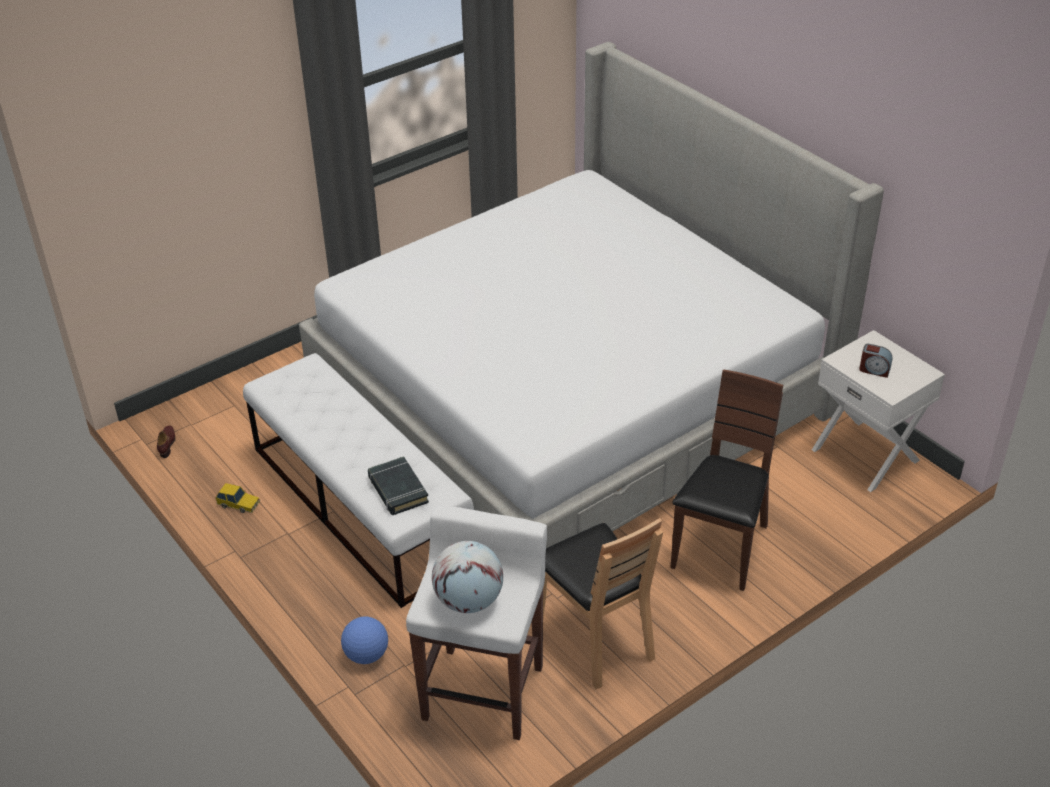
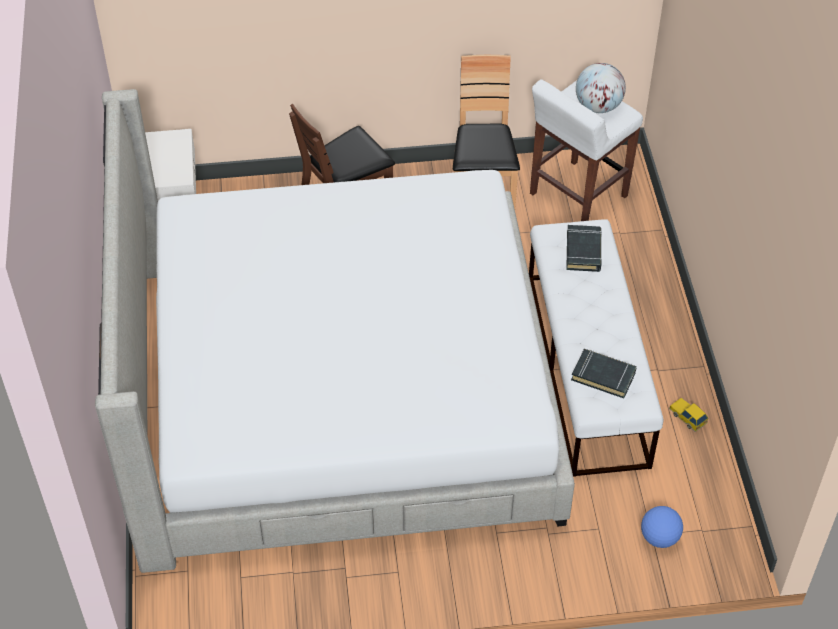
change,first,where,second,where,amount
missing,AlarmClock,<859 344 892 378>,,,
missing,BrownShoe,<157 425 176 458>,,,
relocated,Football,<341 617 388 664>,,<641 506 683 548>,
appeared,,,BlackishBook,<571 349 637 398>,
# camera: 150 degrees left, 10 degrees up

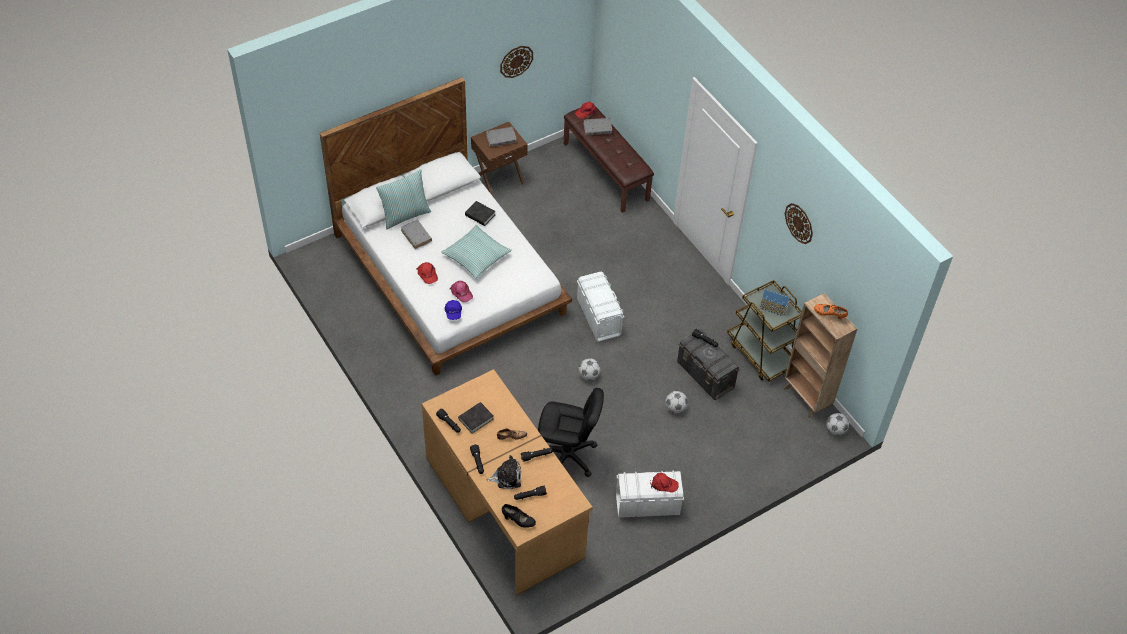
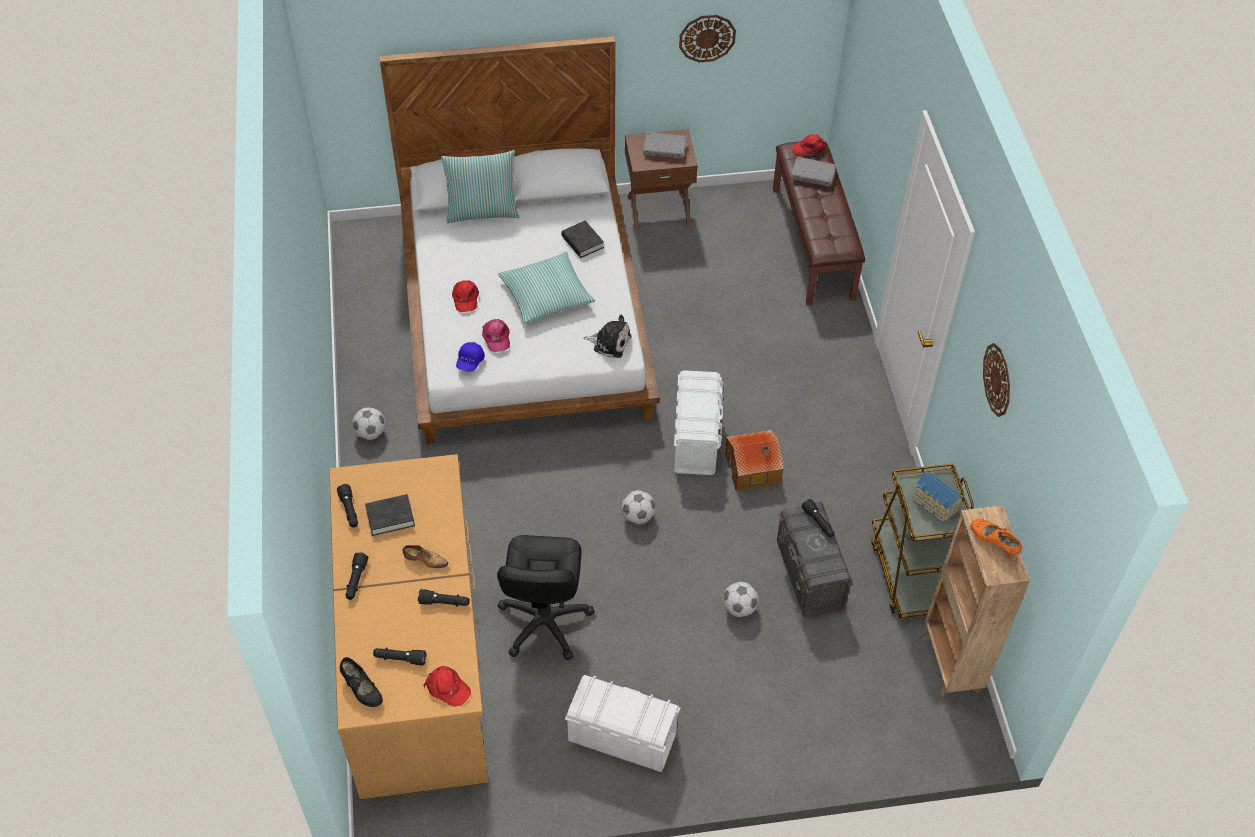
change,first,where,second,where,amount
missing,GreyishBook,<401 220 432 249>,,,
spun,BlackishDeskChair,<538 388 604 477>,,<497 535 595 660>,60 degrees clockwise
relocated,Football,<826 413 849 435>,,<352 407 385 440>,
relocated,SoftToy,<486 455 521 489>,,<583 315 631 358>,
relocated,RedColouredCap,<650 473 679 492>,,<423 666 471 707>,
appeared,,,MiniatureHouse,<725 430 784 491>,
# camera: 25 degrees right, 0 degrees up

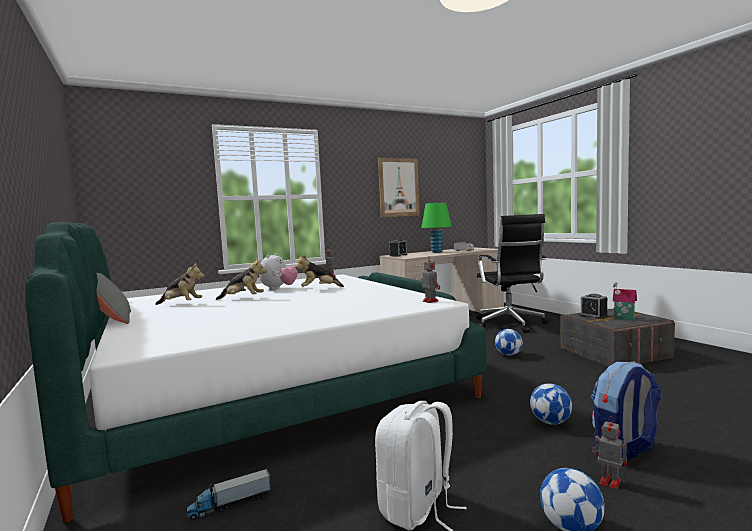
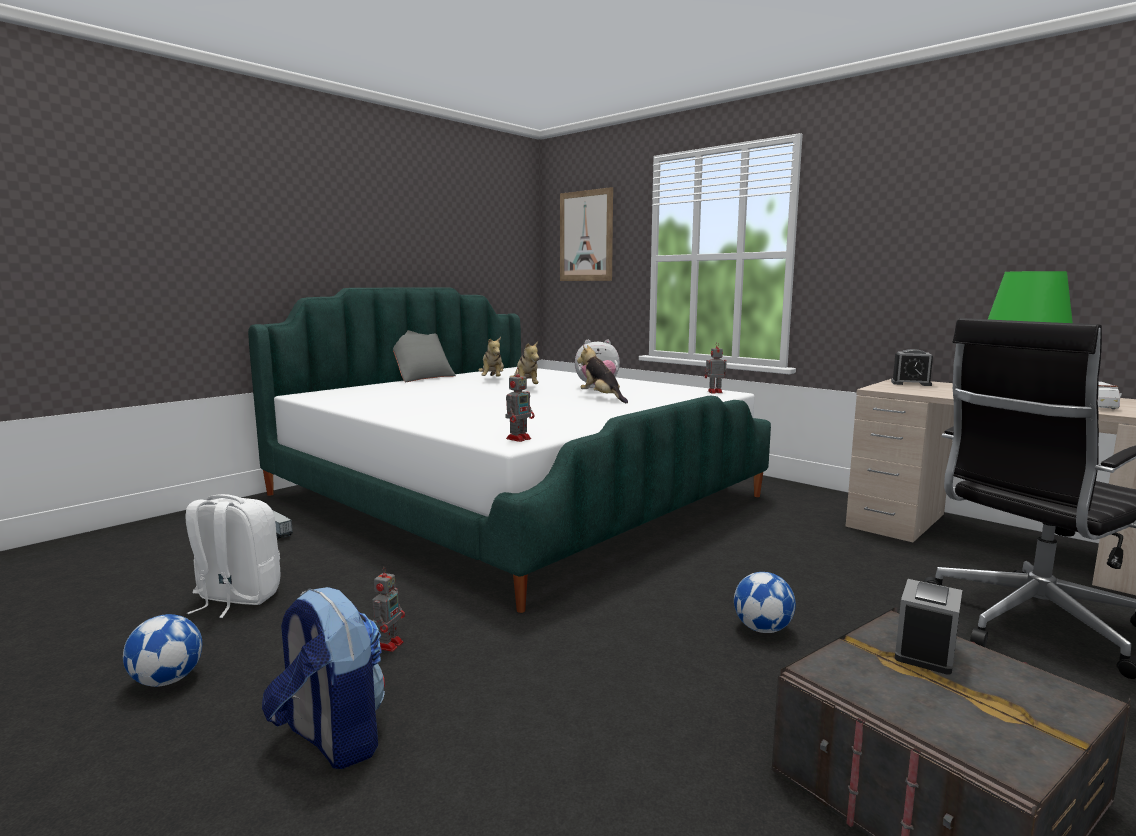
change,first,where,second,where,amount
relocated,WallPicture,<378 158 420 217>,,<560 187 613 281>,
missing,MiniatureHouse,<613 282 637 320>,,,
missing,Football,<530 383 572 425>,,,
relocated,ToyRobot,<592 416 627 489>,,<373 566 405 652>,
# camera: 70 degrees right, 5 degrees up

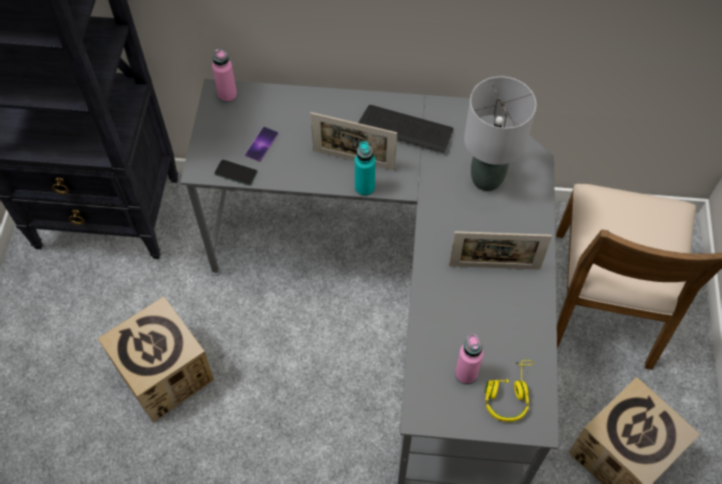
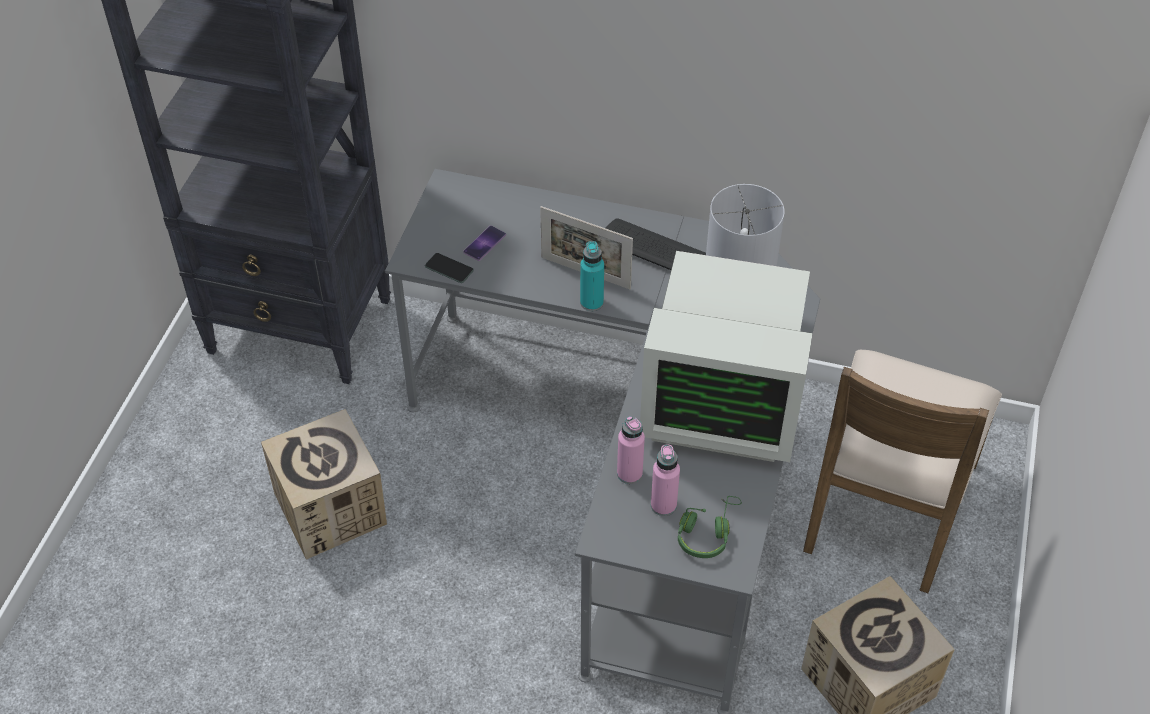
change,first,where,second,where,amount
relocated,PinkColouredBeverageBottle,<212 49 237 103>,,<617 416 645 484>,
exchanged,PhotoFrame,<449 231 552 270>,ComputerDisplay,<640 251 813 462>,
colour,YellowColouredHeadset,<485 360 533 422>,GreenHeadset,<678 496 742 558>,
# camera: 10 degrees right, 10 degrees down

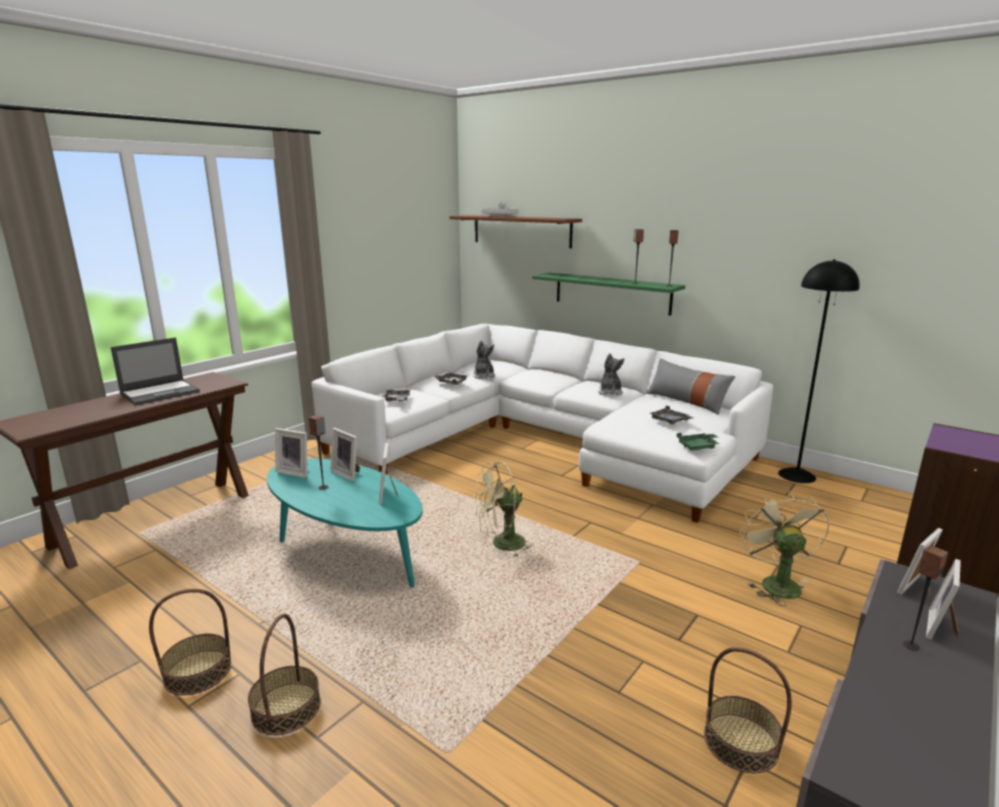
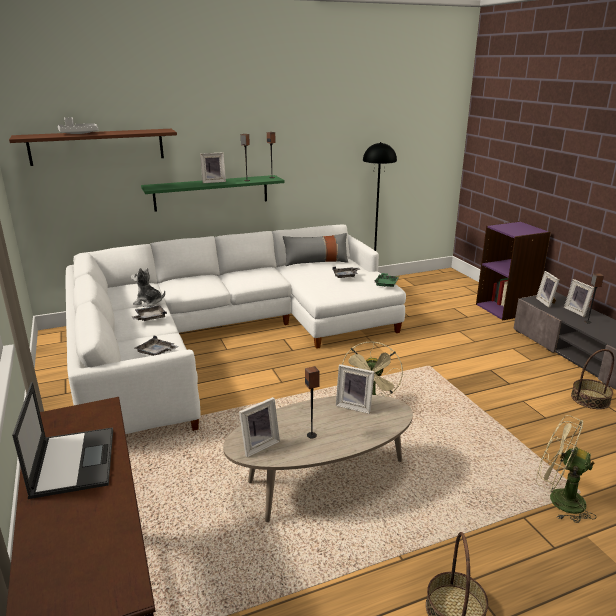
change,first,where,second,where,amount
missing,SoftToy,<598 353 624 395>,,,
relocated,PhotoFrame,<331 428 360 481>,,<200 152 226 183>,
colour,BlueGreenLowTable,<267 458 423 588>,BeigeColouredLowTable,<223 395 413 522>,
relocated,BeigeColouredFan,<740 491 830 606>,,<536 415 597 523>,
missing,StorageBasket,<248 614 321 735>,,,
# camera: 60 degrees left, 5 degrees up

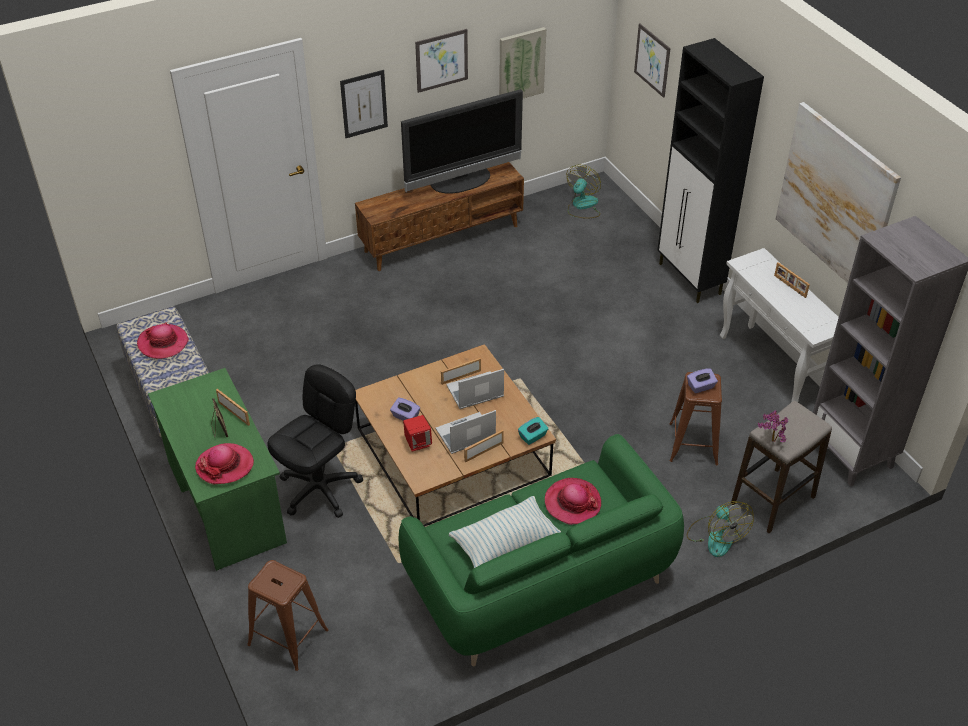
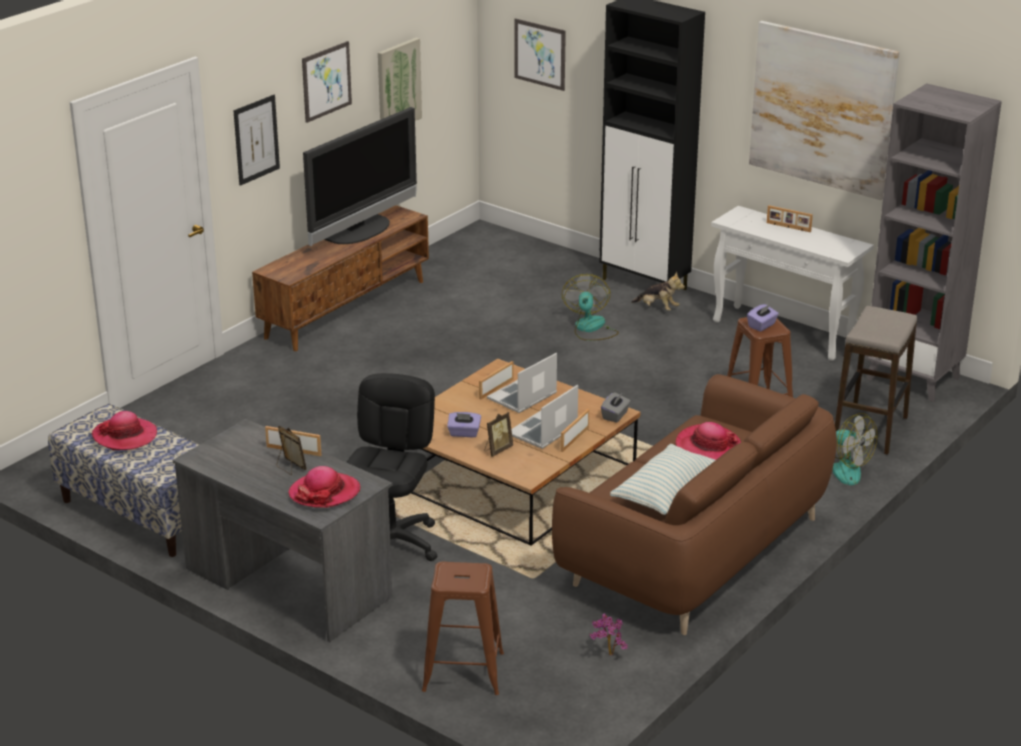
change,first,where,second,where,amount
relocated,Fan,<567 165 601 219>,,<562 274 619 341>,
colour,GreenDeskTable,<148 368 287 571>,GreyishDeskTable,<173 419 393 642>,
relocated,PottedPlant,<758 410 788 442>,,<589 613 628 655>,
exchanged,RedColouredLoudspeaker,<403 415 432 452>,PhotoFrame,<484 412 513 457>,
colour,BlueGreenTissueBox,<518 417 548 445>,GreyishTissueBox,<601 392 631 423>,
colour,GreenSofa,<399 434 684 667>,BrownSofa,<552 374 837 635>,
appeared,,,SoftToy,<632 272 685 311>,
# camera: 25 degrees left, 15 degrees down

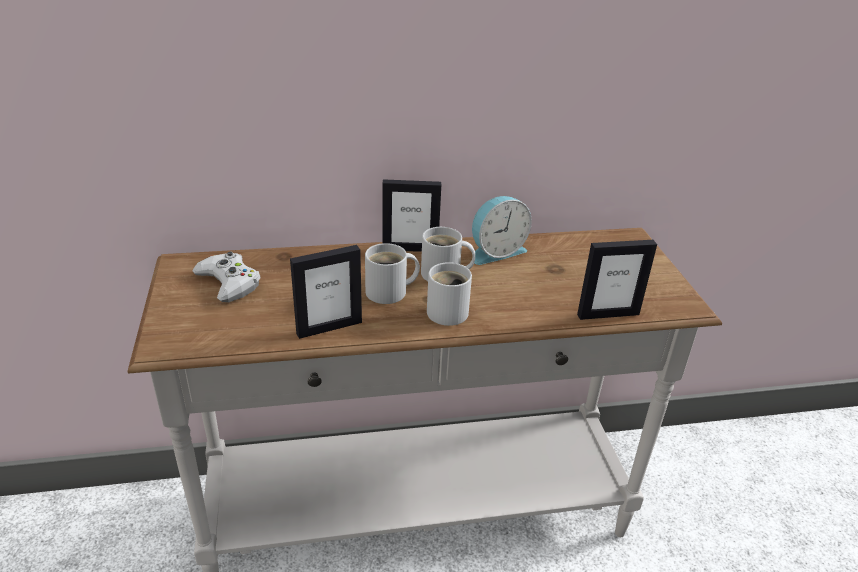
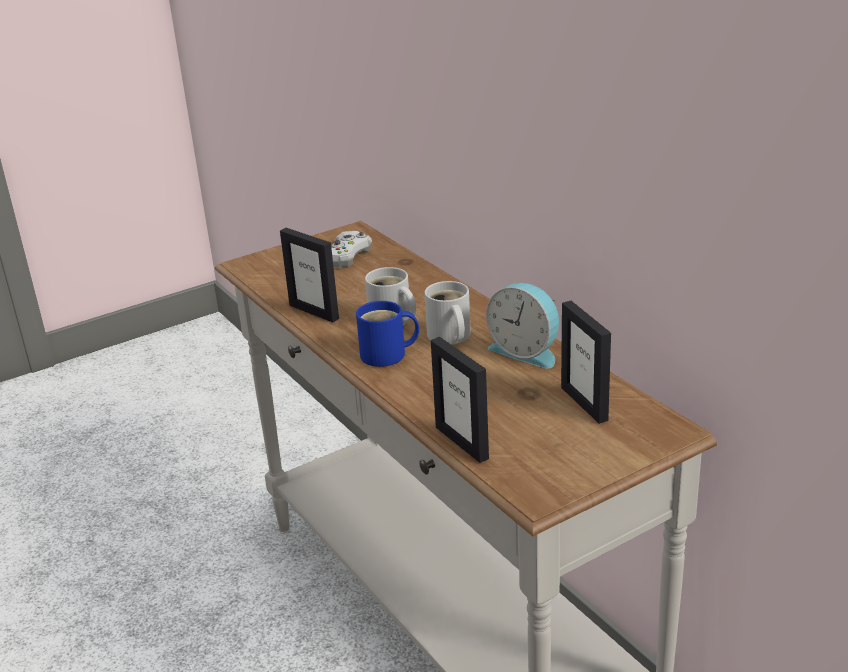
change,first,where,second,where,amount
relocated,PhotoFrame,<382 179 441 252>,,<561 301 611 424>,
colour,WhiteTeaMug,<427 262 472 326>,BluishTeaMug,<356 301 419 367>,
# camera: 70 degrees right, 5 degrees down

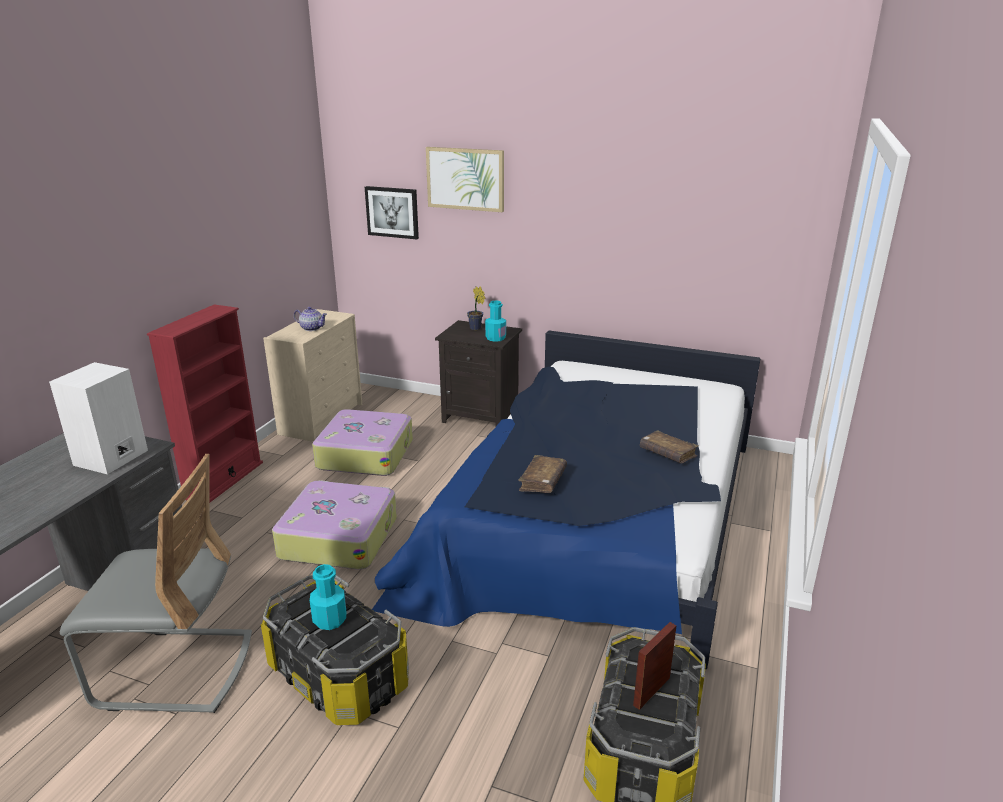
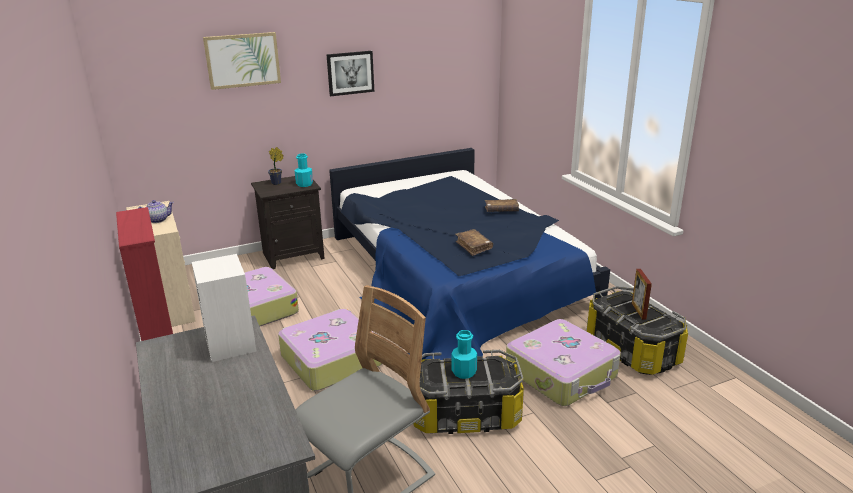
change,first,where,second,where,amount
relocated,WallPicture,<365 186 419 239>,,<326 51 374 96>,
appeared,,,TravelCase,<506 319 621 406>,
# camera: 45 degrees left, 0 degrees up

